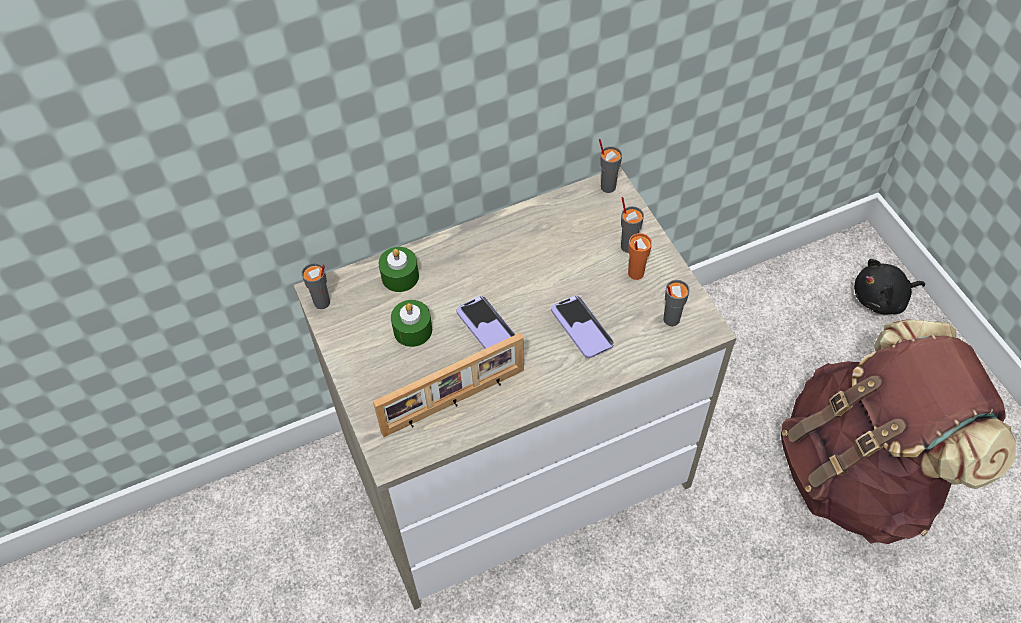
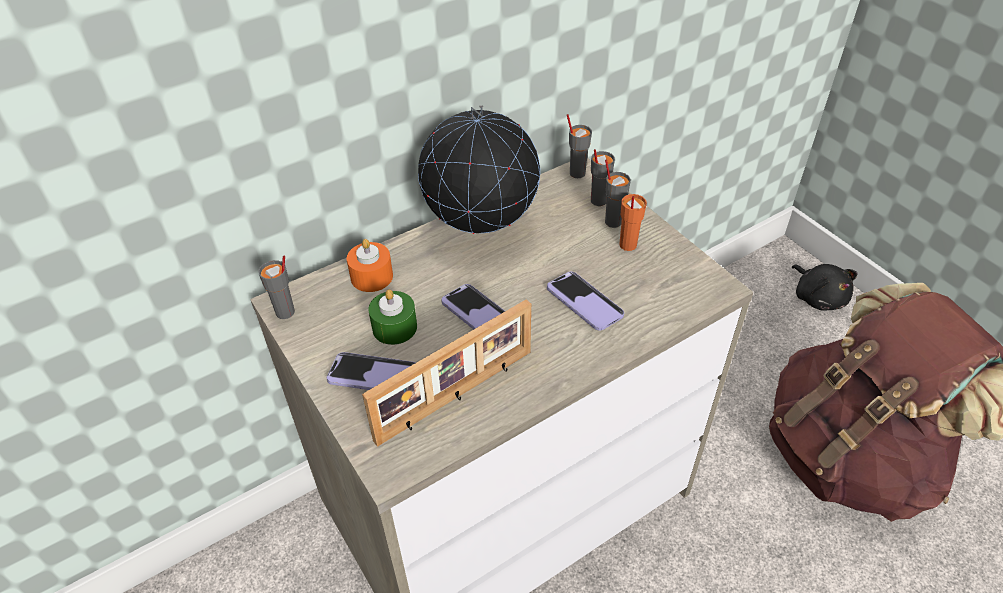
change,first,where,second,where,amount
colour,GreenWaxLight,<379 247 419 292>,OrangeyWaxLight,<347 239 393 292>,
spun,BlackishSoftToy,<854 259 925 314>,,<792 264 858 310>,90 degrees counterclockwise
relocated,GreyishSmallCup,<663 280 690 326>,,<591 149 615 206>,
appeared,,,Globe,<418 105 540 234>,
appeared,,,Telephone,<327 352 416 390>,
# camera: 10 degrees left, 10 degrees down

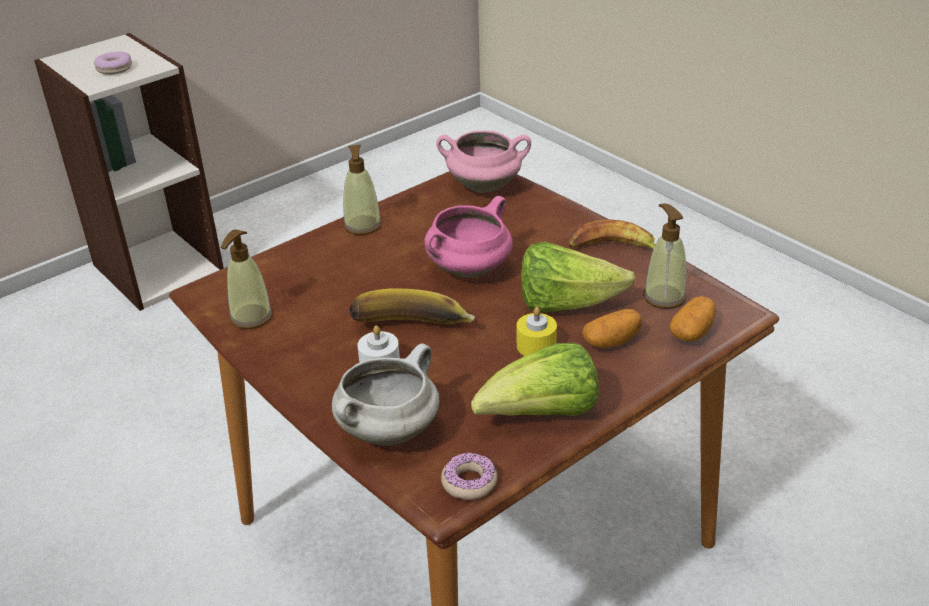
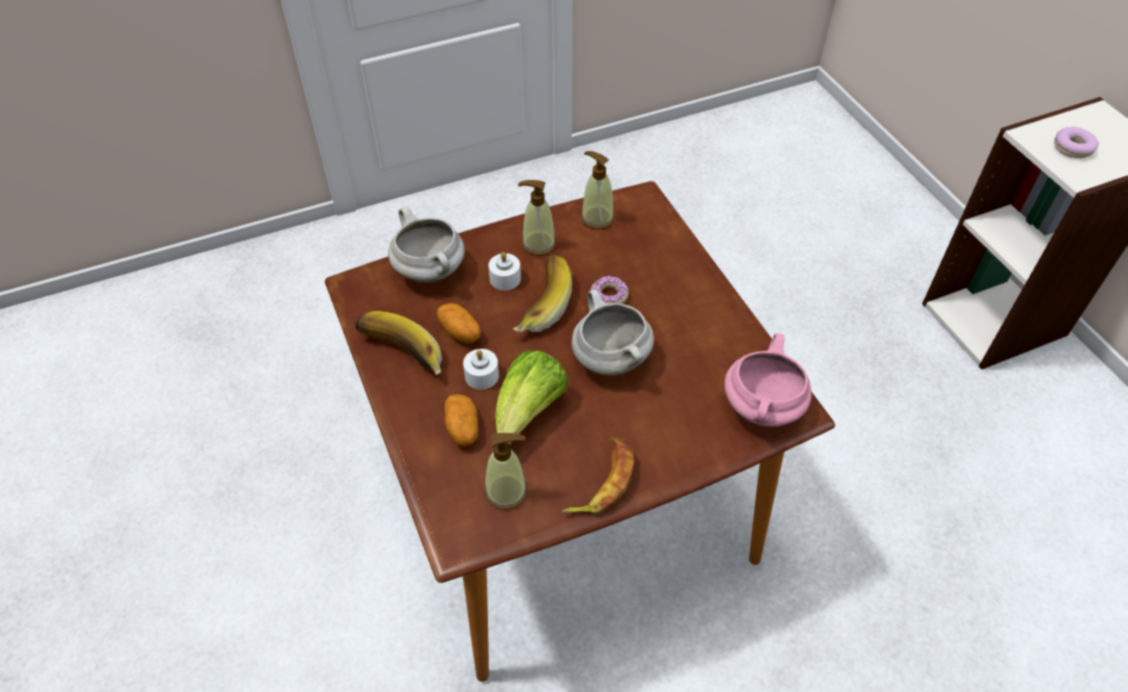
change,first,where,second,where,amount
relocated,SoapDispenser,<343 145 382 235>,,<518 180 556 256>,
colour,PinkColouredCookingPot,<425 196 513 277>,WhiteCookingPot,<572 289 654 376>,
relocated,Spud,<670 296 716 341>,,<437 303 481 344>,
colour,YellowColouredWaxLight,<517 307 557 356>,WhiteWaxLight,<463 349 499 390>,
exchanged,Lettuce,<471 343 599 416>,BananaFruit,<355 311 442 375>,
relocated,RingDoughnut,<441 452 497 500>,,<590 276 629 304>,
# camera: 105 degrees right, 15 degrees up

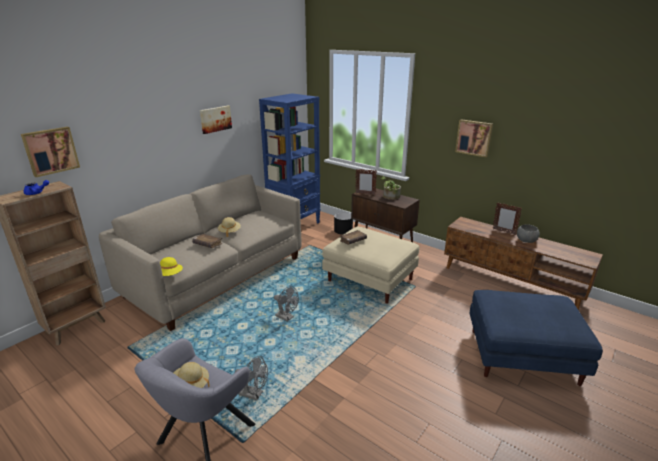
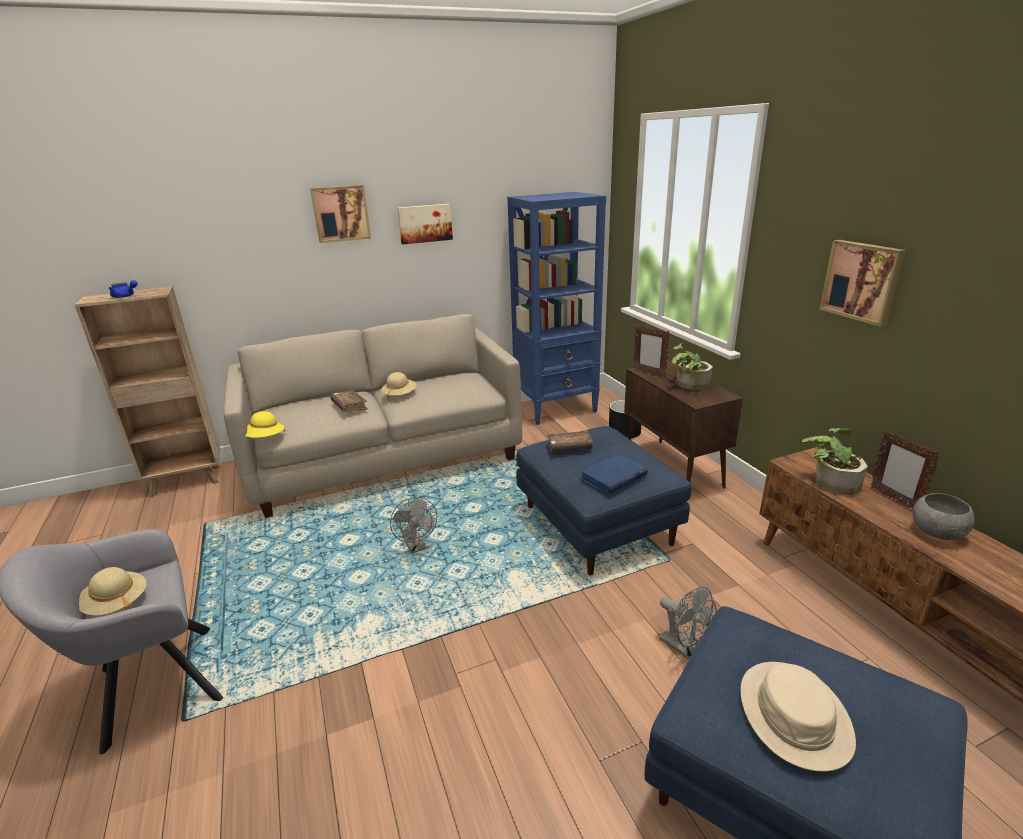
change,first,where,second,where,amount
relocated,WallPicture,<21 127 80 177>,,<310 185 371 243>,
colour,BeigeColouredFootrest,<322 227 419 304>,BluishFootrest,<516 426 691 575>,
relocated,GreyishFan,<235 356 268 400>,,<659 587 717 659>,
appeared,,,PottedPlant,<802 428 868 494>,
appeared,,,BluishBook,<580 453 648 494>,
appeared,,,BeigeColouredClothingHat,<740 662 856 771>,
# camera: 30 degrees right, 0 degrees up

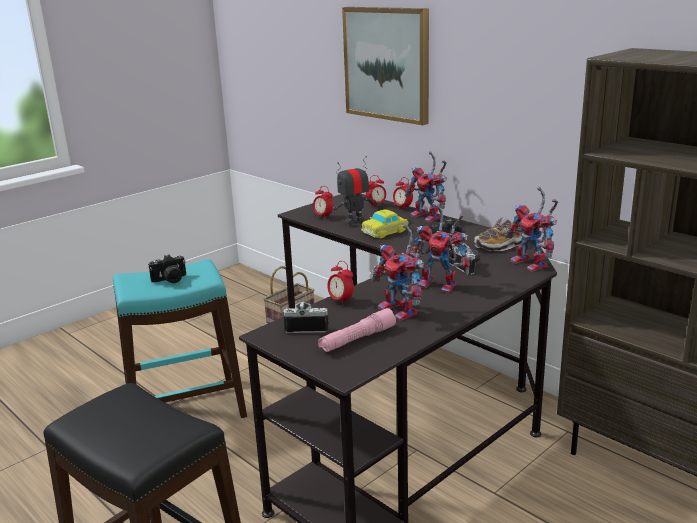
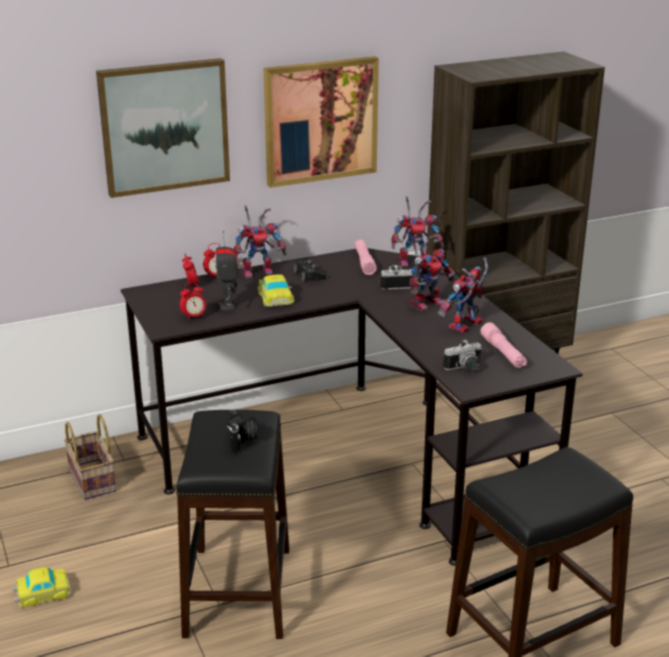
change,first,where,second,where,amount
exchanged,Shoe,<474 218 522 251>,PinkColouredHandTorch,<355 240 377 275>,
spun,ToyRobot,<371 224 425 321>,,<438 258 488 333>,150 degrees clockwise
colour,BlueGreenStool,<113 259 247 418>,BlackishStool,<177 410 289 639>,
missing,AlarmClock,<327 261 354 306>,,,
spun,StillCamera,<283 302 329 333>,,<443 340 482 372>,135 degrees counterclockwise
appeared,,,WallPicture,<264 56 379 188>,
appeared,,,ModelCar,<12 567 71 607>,
# camera: 70 degrees left, 5 degrees up

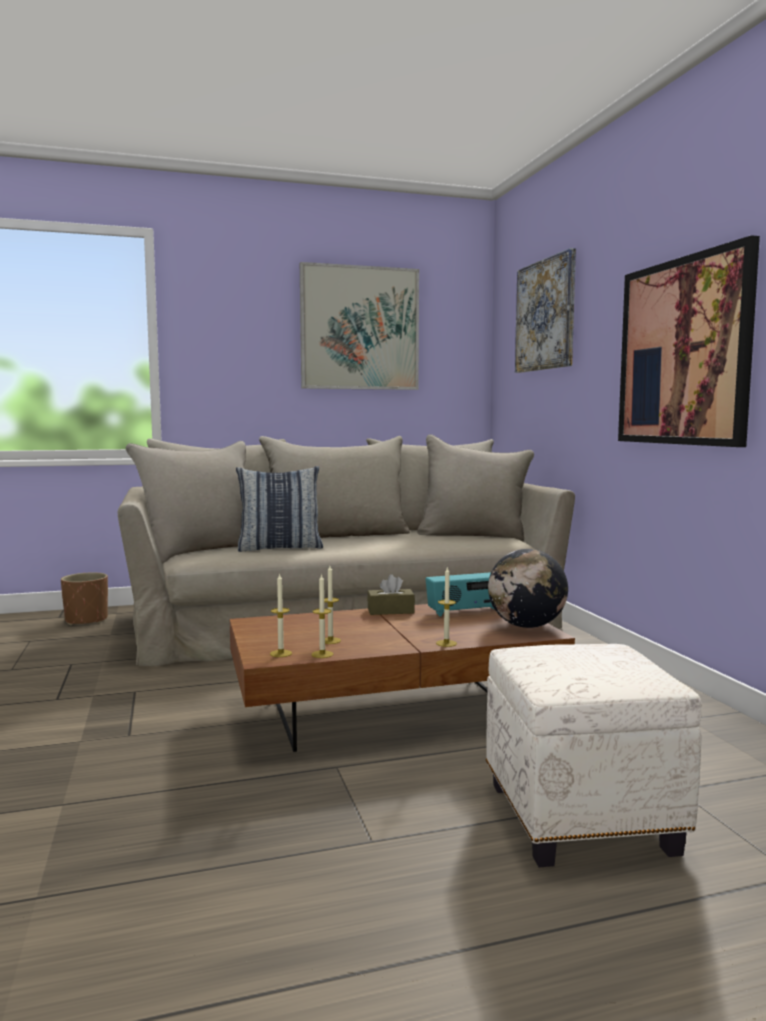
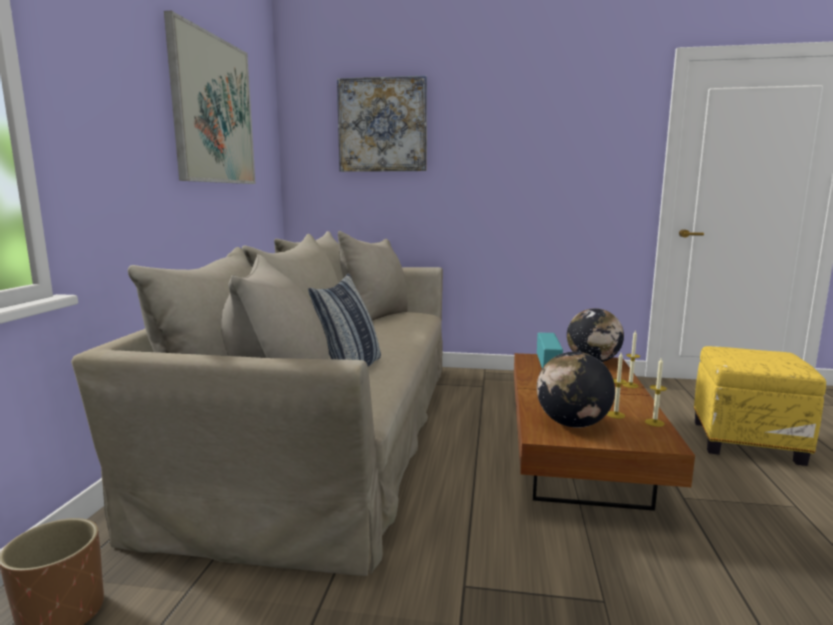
change,first,where,second,where,amount
missing,WallPicture,<618 235 760 447>,,,
missing,WaxLight,<270 573 292 657>,,,
missing,BrownTissueBox,<367 574 415 615>,,,
colour,WhiteFootrest,<486 644 702 867>,YellowColouredFootrest,<694 346 826 466>,
appeared,,,Globe,<537 352 615 428>,
# camera: 65 degrees left, 5 degrees up

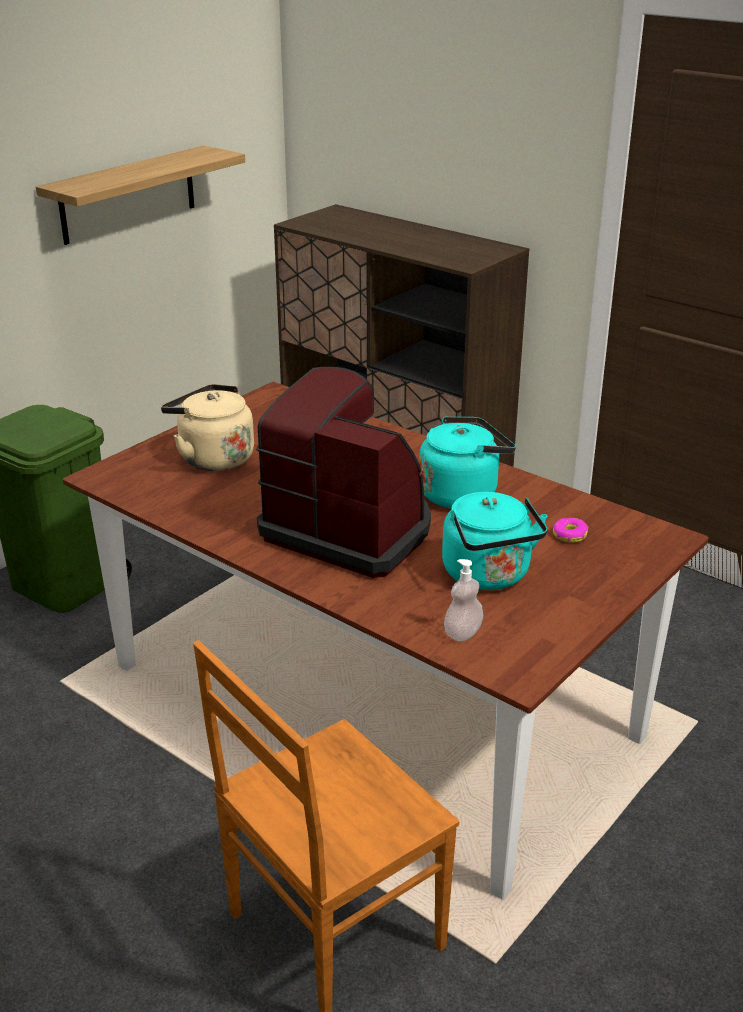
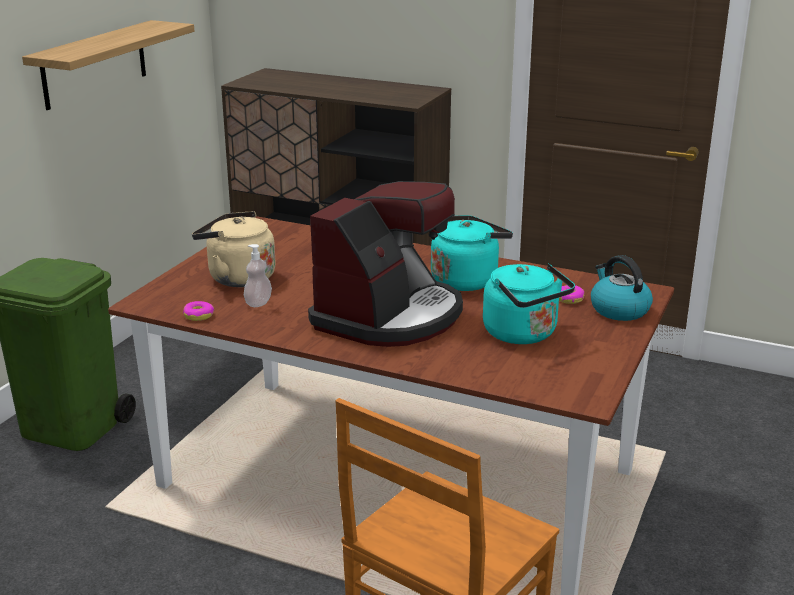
change,first,where,second,where,amount
spun,CoffeeBrewer,<256 367 431 578>,,<308 181 463 347>,105 degrees clockwise
relocated,SoapDispenser,<444 559 483 641>,,<244 244 272 307>,
appeared,,,WaterKettle,<591 255 653 321>,
appeared,,,RingDoughnut,<183 301 214 321>,
# camera: 15 degrees left, 5 degrees down

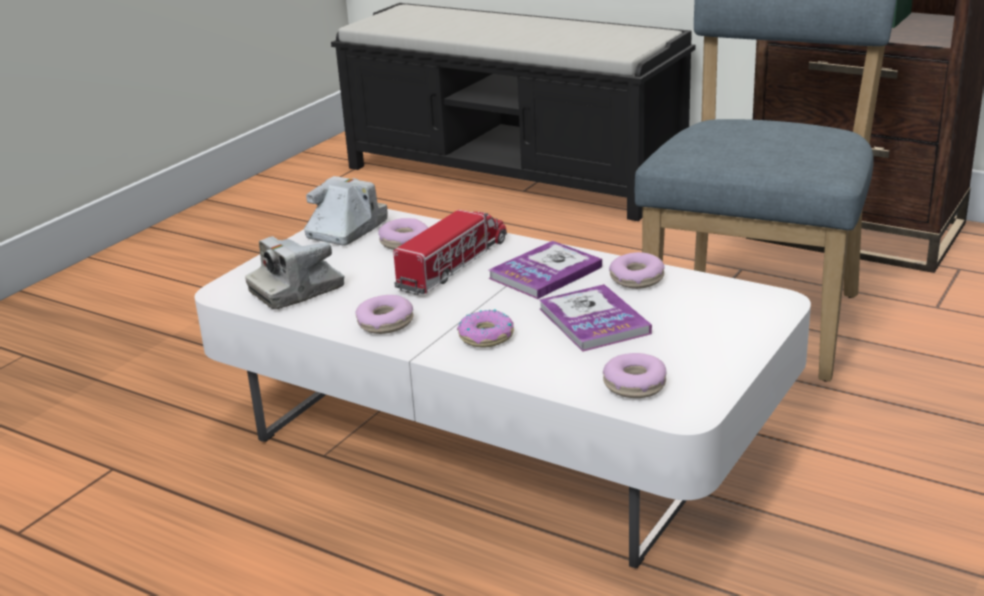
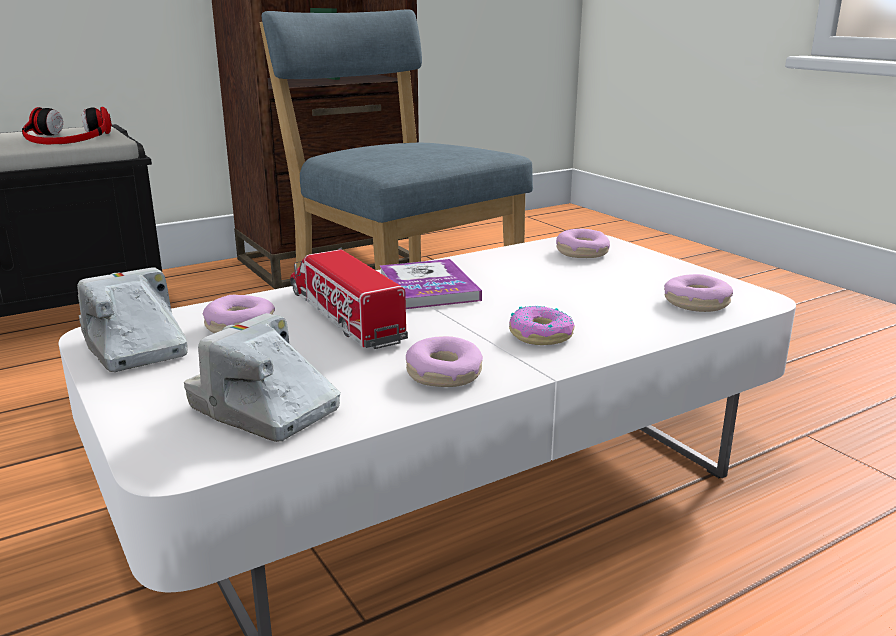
change,first,where,second,where,amount
spun,StillCamera,<245 236 344 309>,,<184 313 341 442>,135 degrees clockwise
relocated,RingDoughnut,<609 252 665 289>,,<556 229 610 258>,
missing,Book,<540 284 652 352>,,,
appeared,,,Headset,<22 107 112 144>,
# camera: 65 degrees left, 5 degrees down

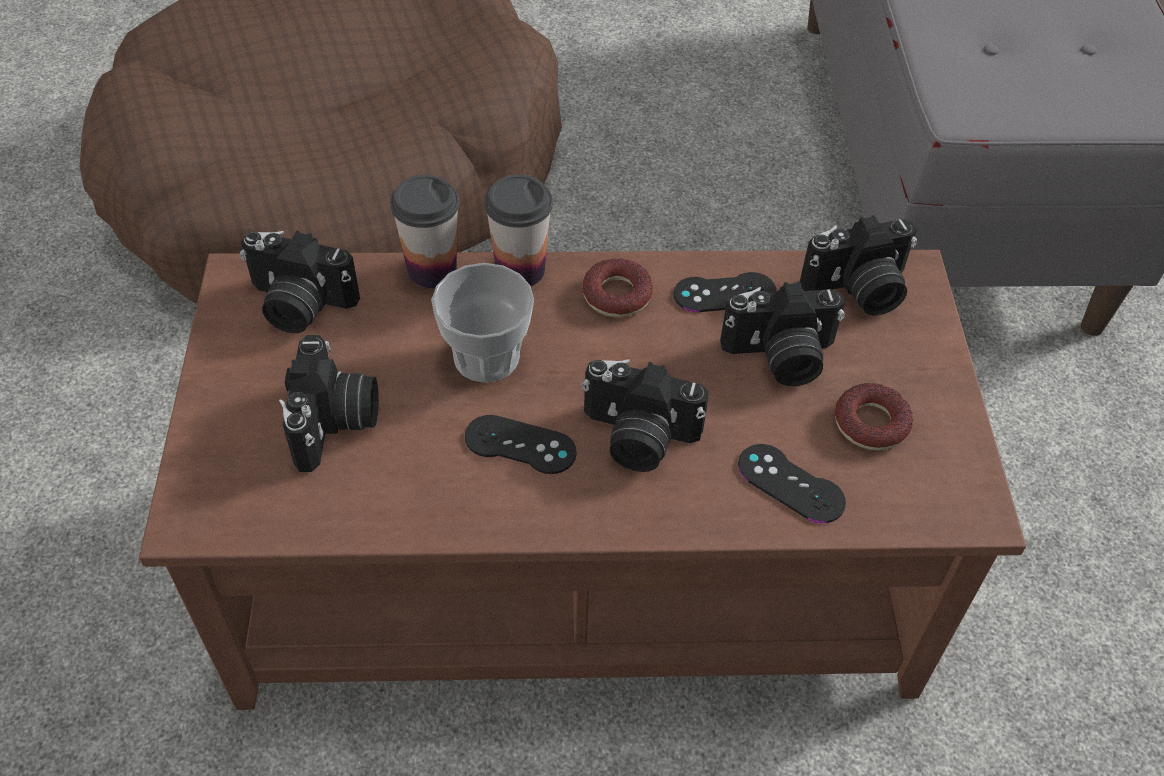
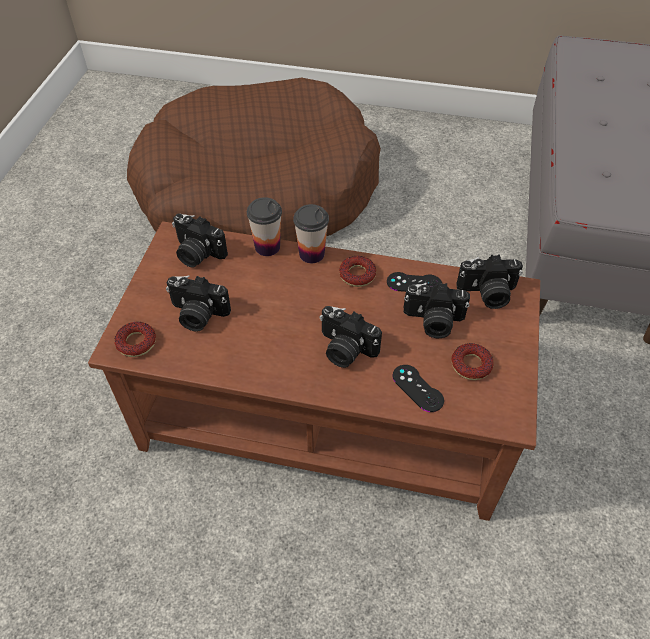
change,first,where,second,where,amount
missing,SmallCup,<431 263 534 383>,,,
spun,StillCamera,<279 335 379 472>,,<166 276 231 332>,90 degrees clockwise
missing,BlackishGameController,<465 415 577 474>,,,
appeared,,,RingDoughnut,<114 322 156 357>,
# camera: 15 degrees right, 0 degrees up

